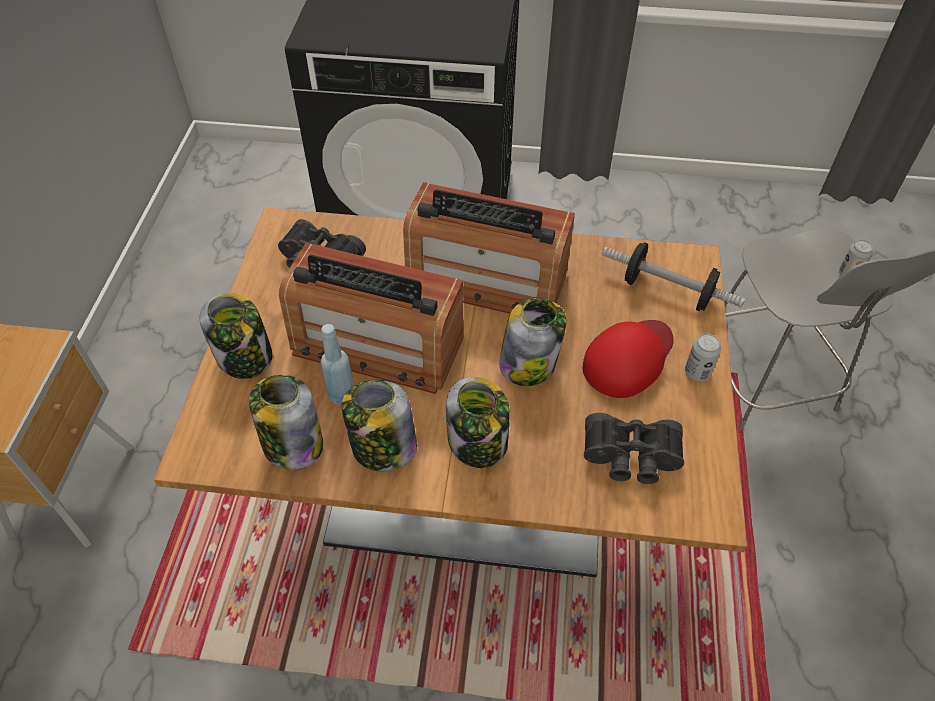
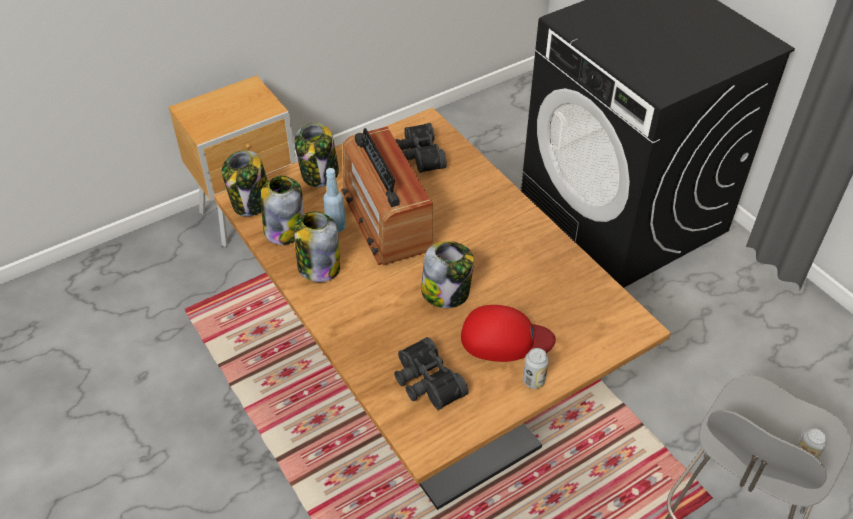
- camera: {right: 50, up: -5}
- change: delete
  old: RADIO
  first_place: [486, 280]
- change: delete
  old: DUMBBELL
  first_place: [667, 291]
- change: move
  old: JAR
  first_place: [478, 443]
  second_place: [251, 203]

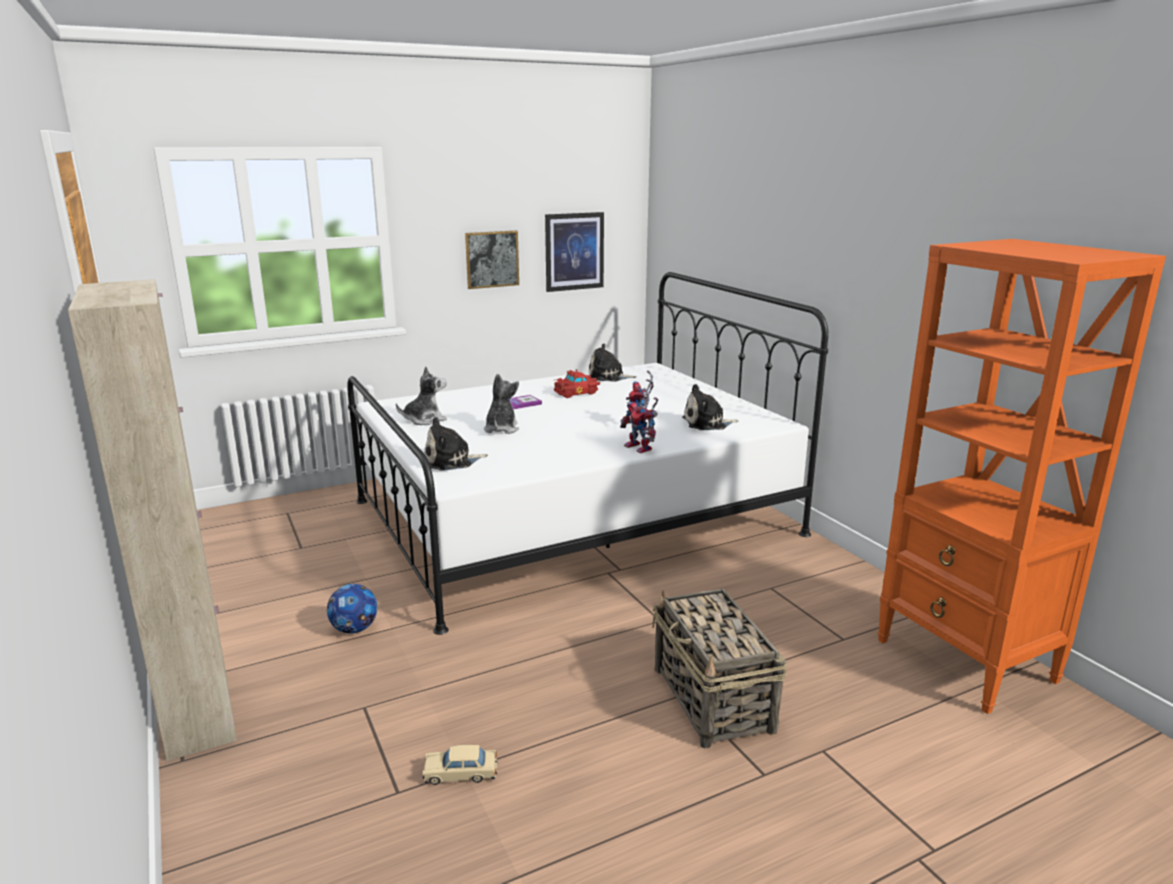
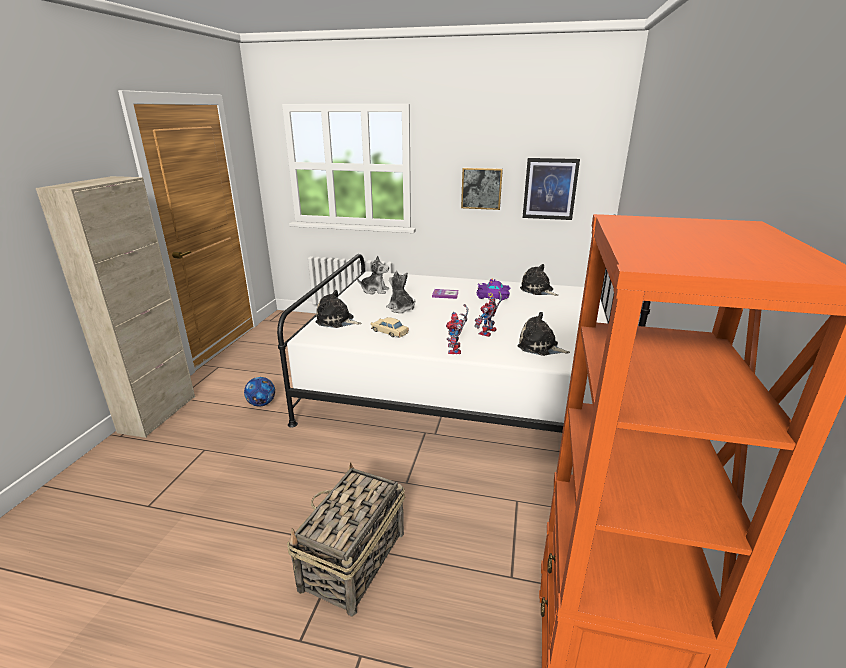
- camera: {right: 40, up: 5}
- change: move
  old: BEIGE TOY CAR
  first_place: [460, 773]
  second_place: [389, 332]
- change: recolor
  old: RED TOY CAR
  new: PURPLE TOY CAR
  first_place: [577, 393]
  second_place: [493, 296]
- change: rotate
  old: PLUSH TOY
  first_place: [501, 429]
  second_place: [401, 309]
  degrees: -90

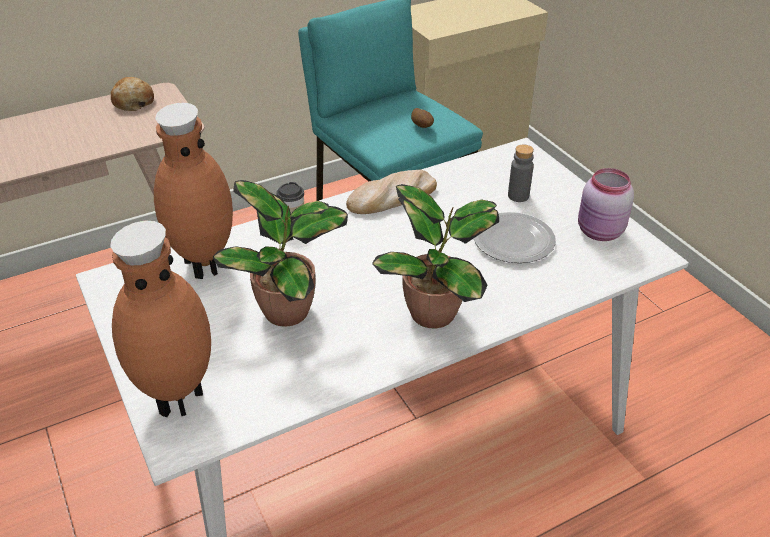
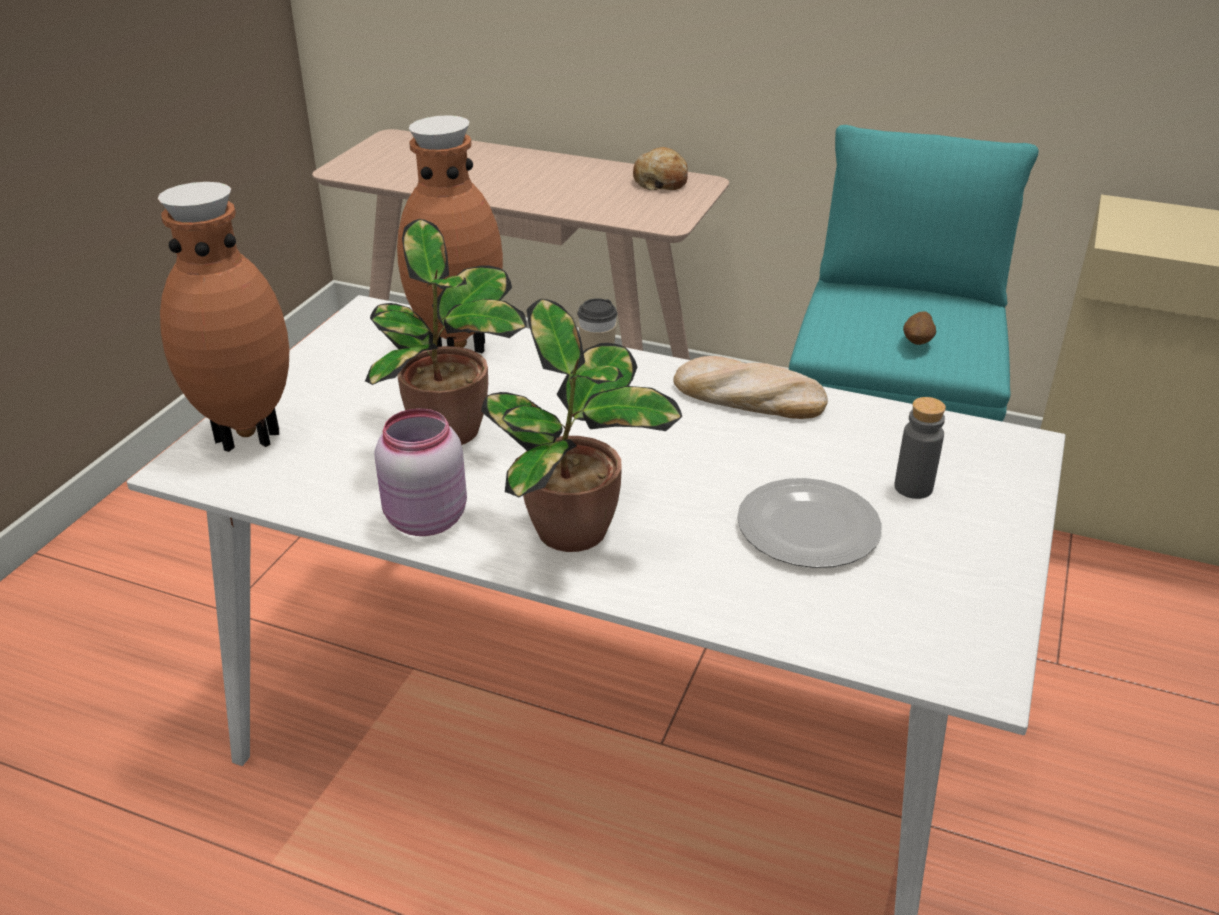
- camera: {right: 50, up: -5}
- change: move
  old: PINK JAR
  first_place: [599, 232]
  second_place: [423, 519]

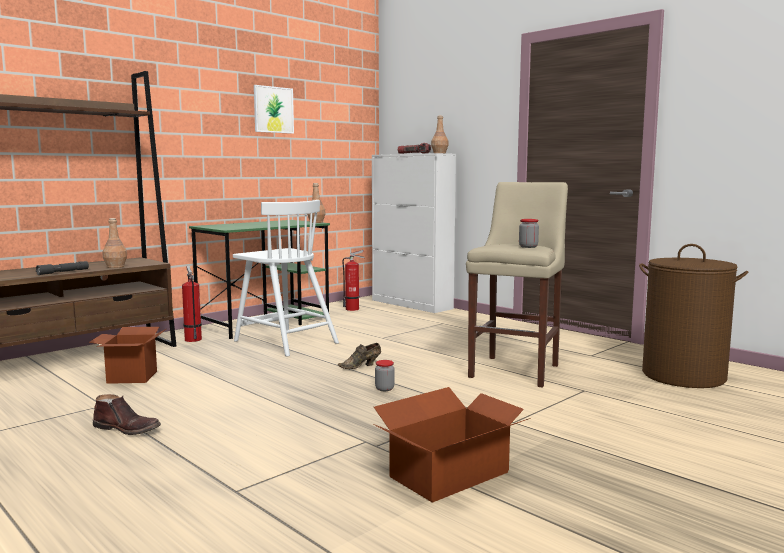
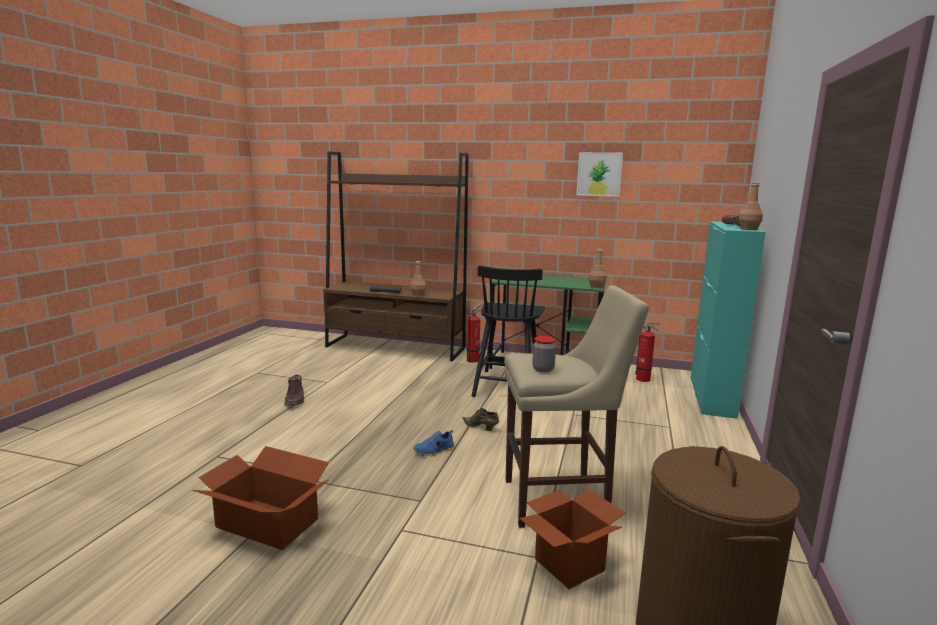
- camera: {right: 60, up: 5}
- change: move
  old: CARDBOARD BOX
  first_place: [132, 377]
  second_place: [569, 565]
- change: replace
  old: JAR
  new: BLUE SHOE
  first_place: [384, 389]
  second_place: [434, 451]
- change: recolor
  old: WHITE CHAIR
  new: BLACK CHAIR
  first_place: [285, 342]
  second_place: [507, 385]
- change: recolor
  old: WHITE CABINET
  new: TURQUOISE CABINET
  first_place: [411, 304]
  second_place: [711, 396]

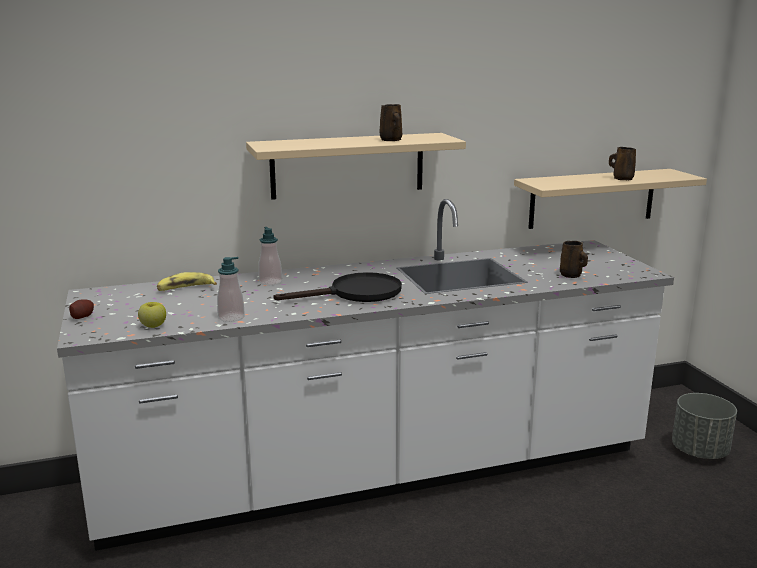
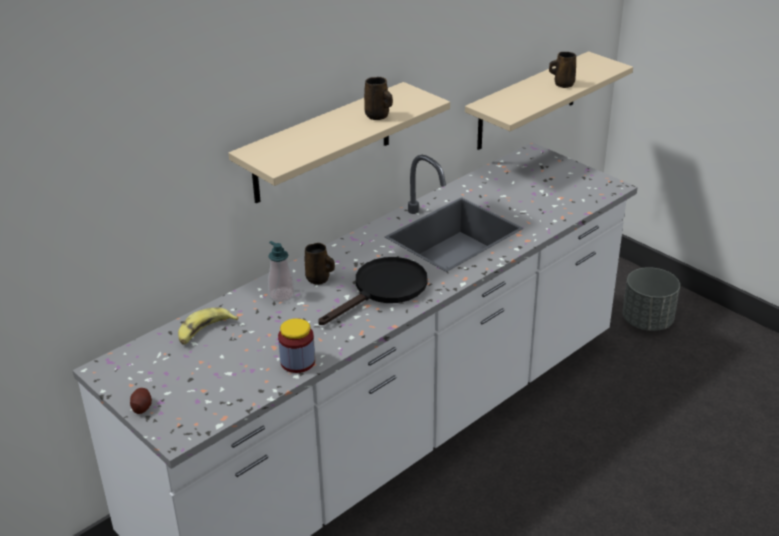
- camera: {right: -25, up: 15}
- change: delete
  old: APPLE
  first_place: [153, 326]
- change: move
  old: BROWN MUG
  first_place: [571, 275]
  second_place: [319, 279]
- change: replace
  old: SOAP DISPENSER
  new: JAR
  first_place: [231, 317]
  second_place: [298, 362]

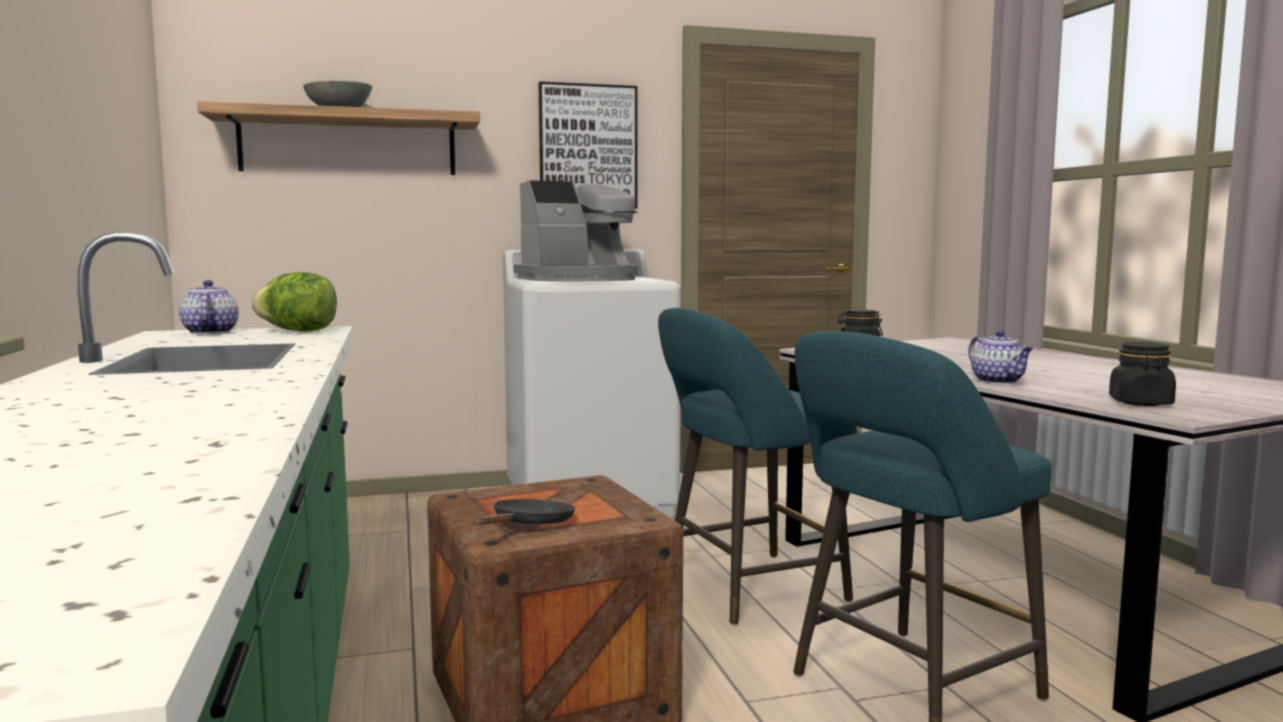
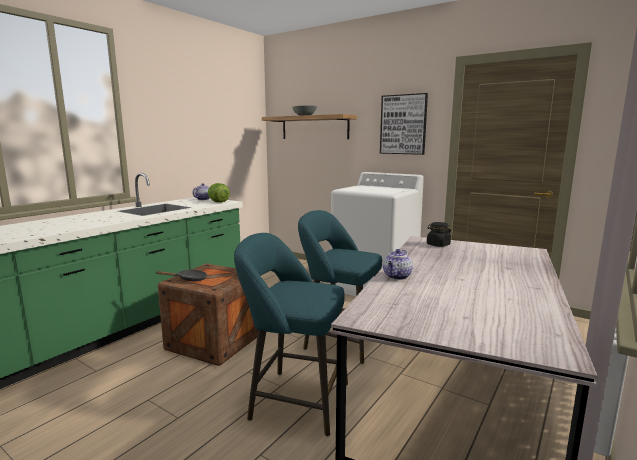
- camera: {right: 50, up: 5}
- change: delete
  old: COFFEE MACHINE
  first_place: [580, 279]
- change: delete
  old: BLACK JAR
  first_place: [1140, 403]

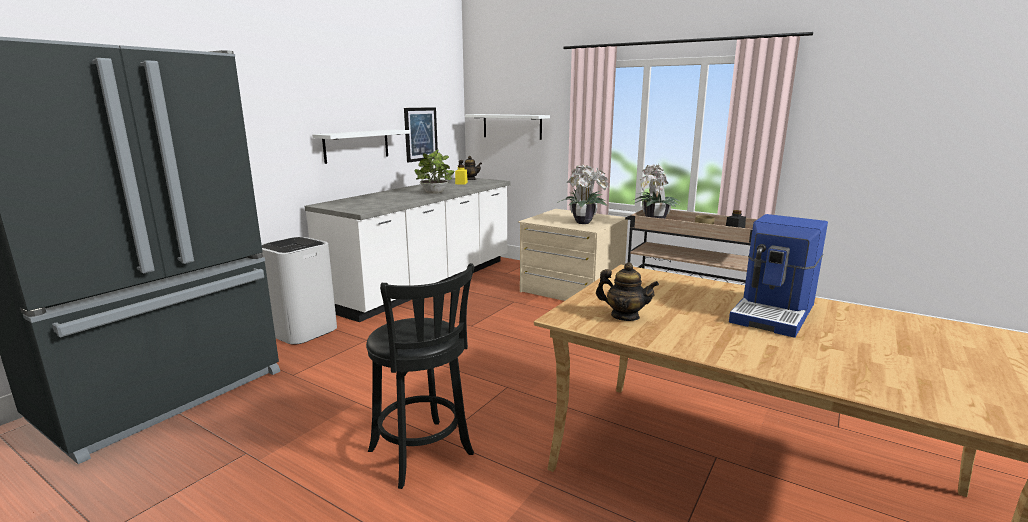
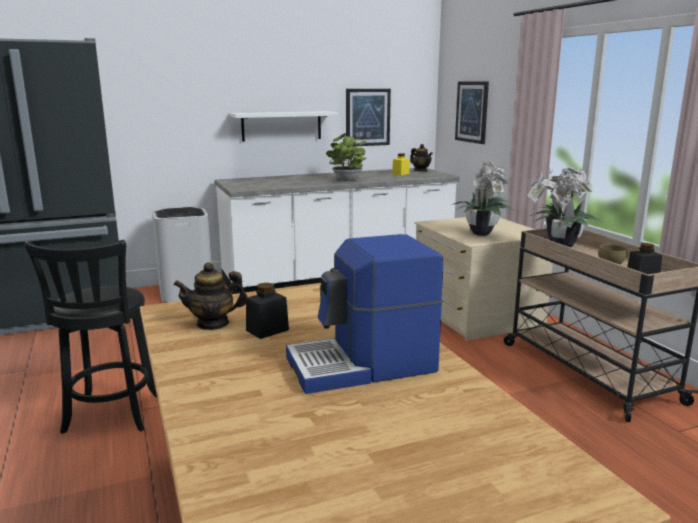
- camera: {right: 35, up: 0}
- change: insert
  new: BLACK JAR
  second_place: [267, 330]
- change: replace
  old: WHITE SHELF
  new: PICTURE
  first_place: [512, 126]
  second_place: [472, 112]
- change: rotate
  old: TEAPOT
  first_place: [625, 316]
  second_place: [213, 323]
  degrees: 105

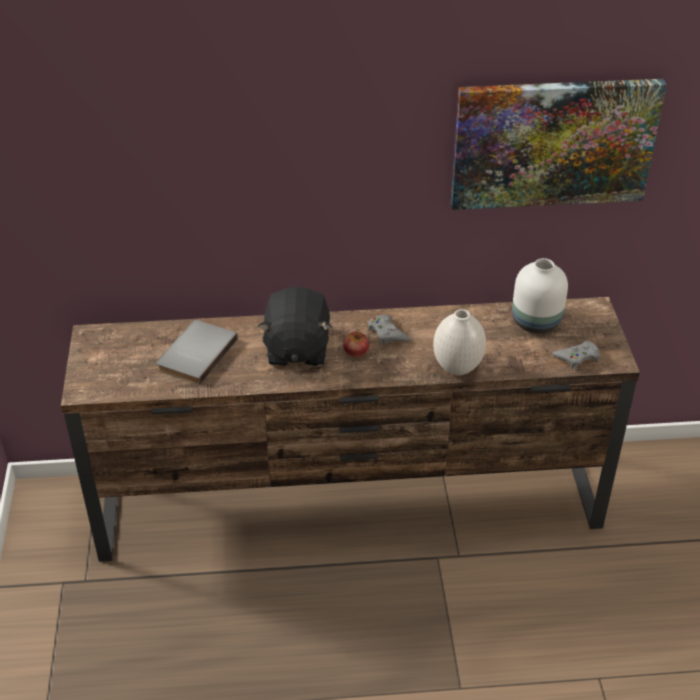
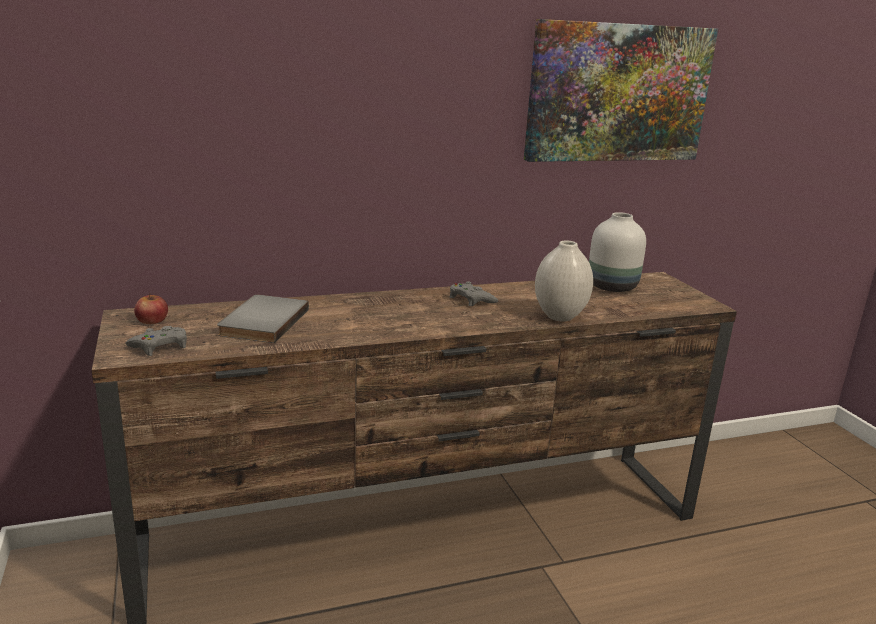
- camera: {right: -15, up: -20}
- change: delete
  old: BLACK PLUSH TOY
  first_place: [296, 349]
- change: move
  old: APPLE
  first_place: [356, 351]
  second_place: [152, 320]
- change: move
  old: GREY GAME CONTROLLER
  first_place: [577, 358]
  second_place: [160, 346]

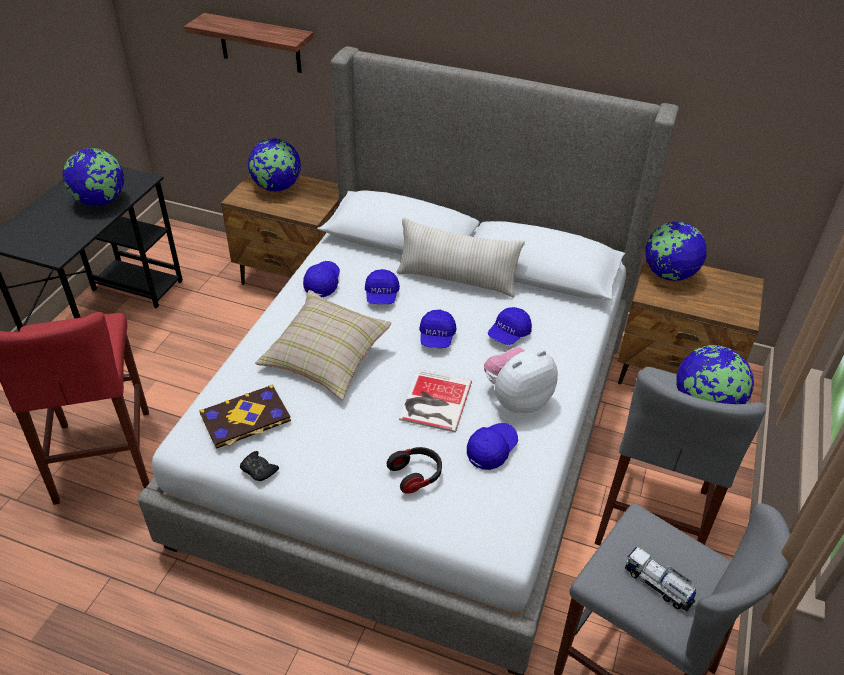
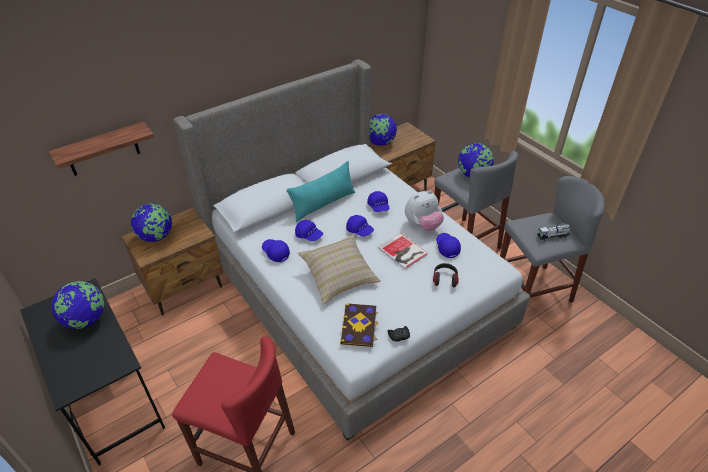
- camera: {right: -55, up: 0}
- change: recolor
  old: BEIGE PILLOW
  new: TURQUOISE PILLOW
  first_place: [457, 279]
  second_place: [323, 204]
- change: rotate
  old: PLUSH TOY
  first_place: [516, 399]
  second_place: [422, 225]
  degrees: -120

